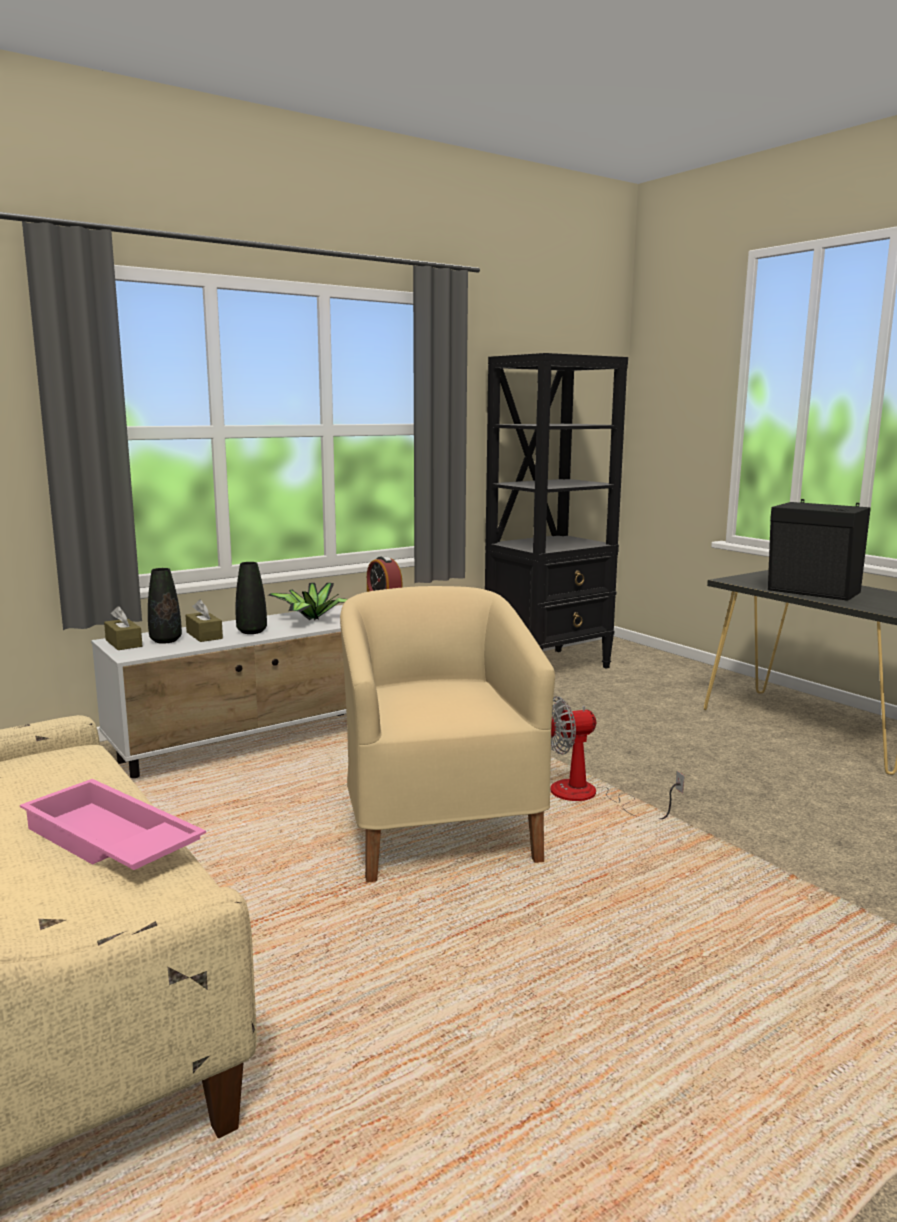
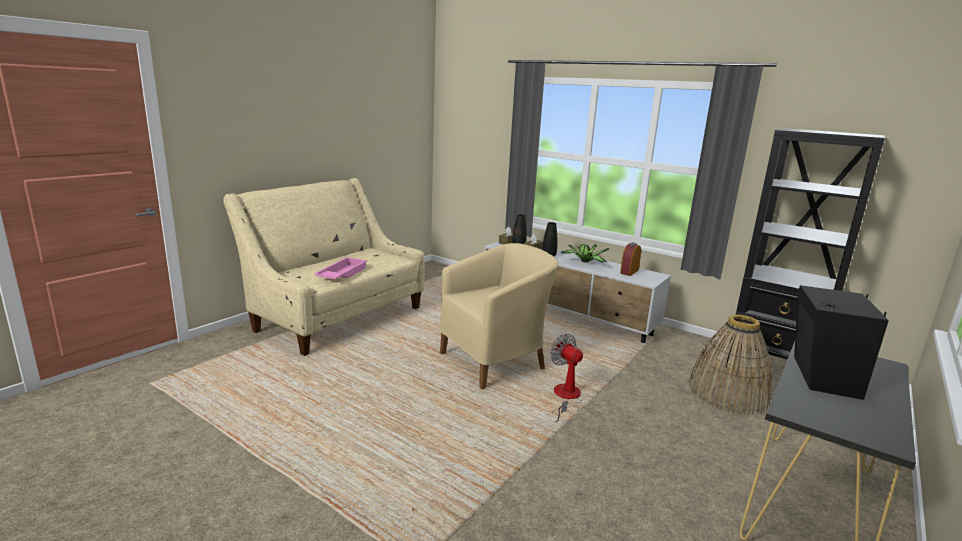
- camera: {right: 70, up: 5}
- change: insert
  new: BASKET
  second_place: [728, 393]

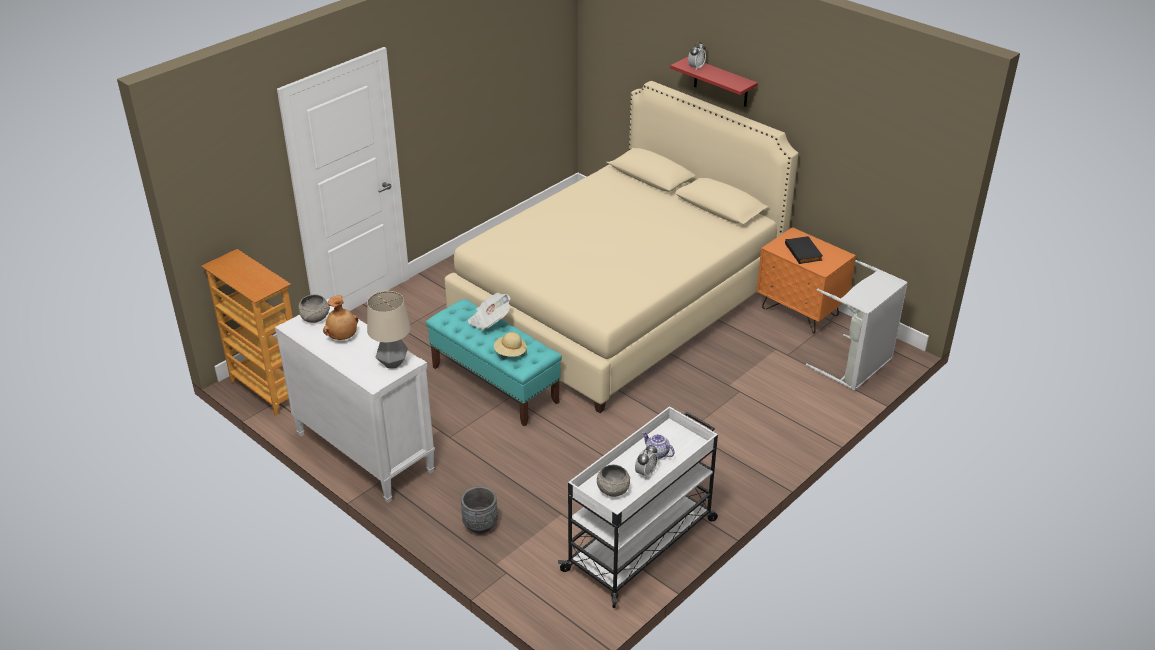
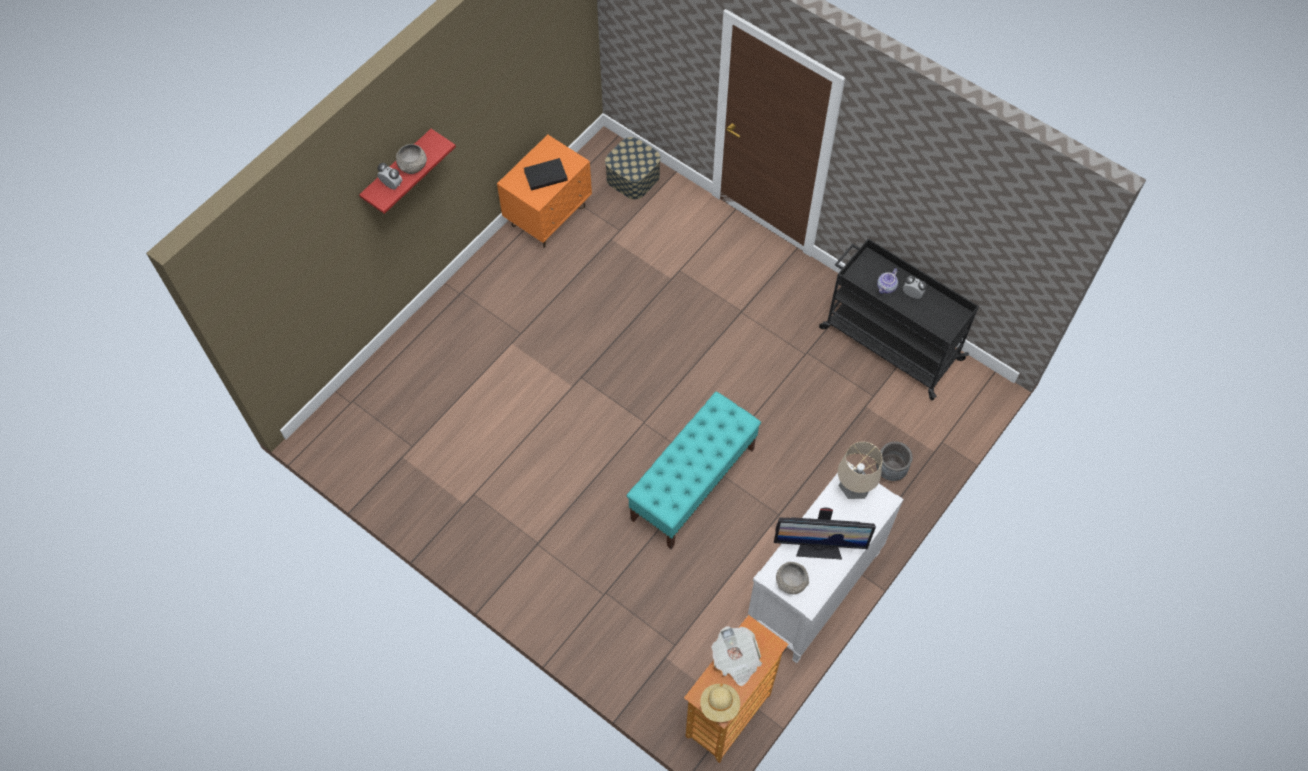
- camera: {right: -95, up: 25}
- change: delete
  old: BEIGE BED
  first_place: [618, 304]
- change: move
  old: NEWSPAPER
  first_place: [489, 320]
  second_place: [736, 660]
- change: move
  old: BEIGE HAT
  first_place: [510, 353]
  second_place: [720, 705]
- change: move
  old: GREY BOWL
  first_place: [612, 490]
  second_place: [412, 167]
- change: replace
  old: BROWN VASE
  new: MONITOR
  first_place: [343, 337]
  second_place: [819, 546]
- change: replace
  old: GREY LAUNDRY BASKET
  new: STORAGE BOX
  first_place: [857, 367]
  second_place: [633, 177]
- change: recolor
  old: WHITE CART
  new: BLACK CART
  first_place: [642, 544]
  second_place: [889, 343]

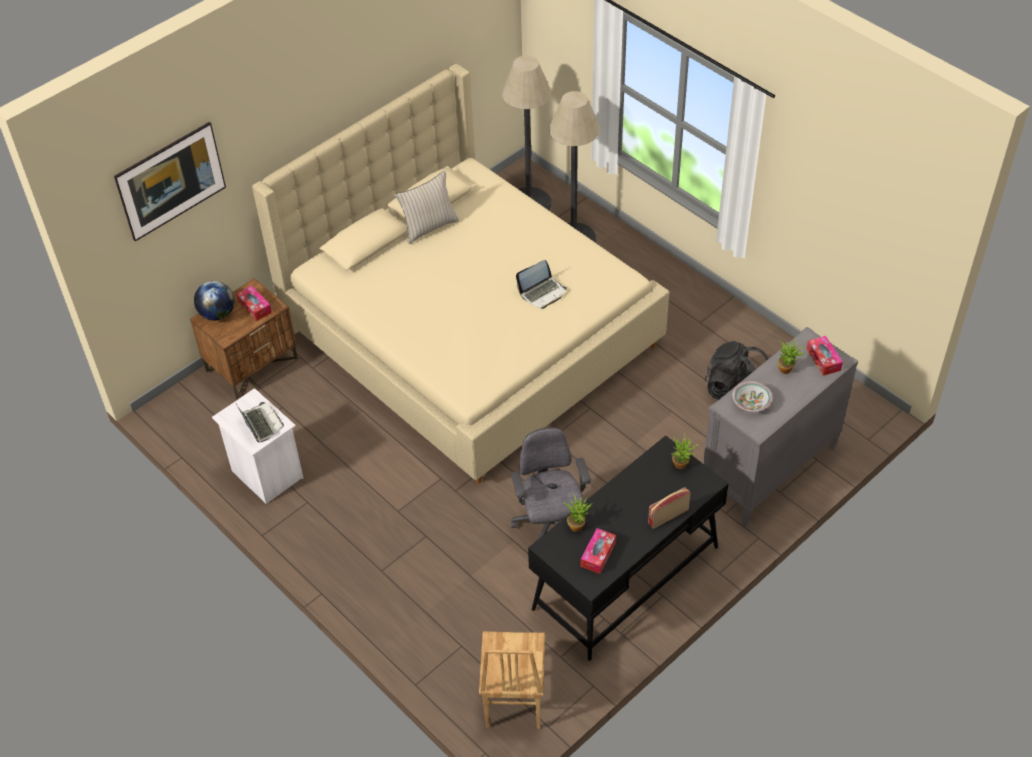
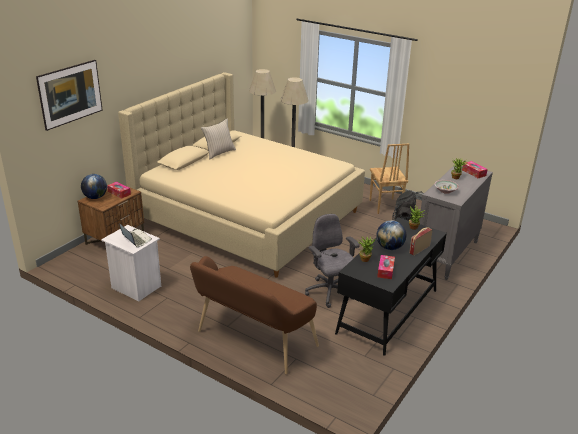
- camera: {right: -15, up: -20}
- change: delete
  old: LAPTOP
  first_place: [542, 292]
- change: insert
  new: BROWN BENCH
  second_place: [252, 341]
- change: insert
  new: GLOBE
  second_place: [389, 247]
- change: move
  old: BROWN CHAIR
  first_place: [512, 701]
  second_place: [384, 206]

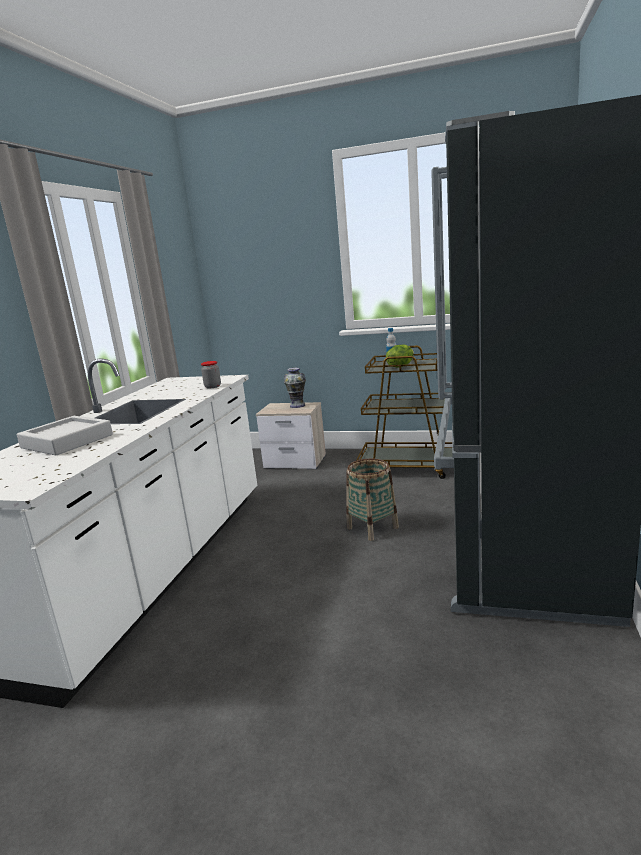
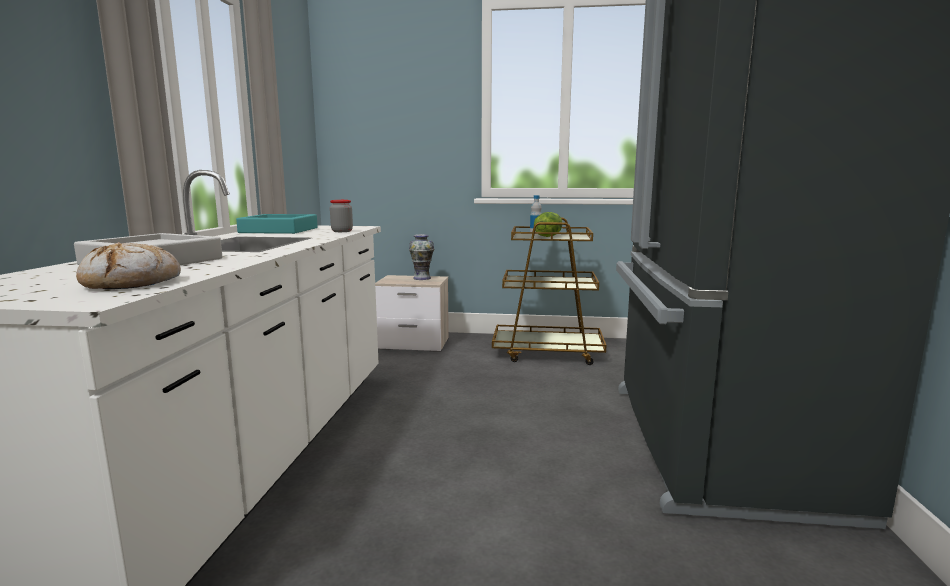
- camera: {right: -10, up: -5}
- change: delete
  old: BASKET
  first_place: [372, 528]
- change: insert
  new: BREAD
  second_place: [132, 283]
- change: insert
  new: TURQUOISE TRAY
  second_place: [279, 230]

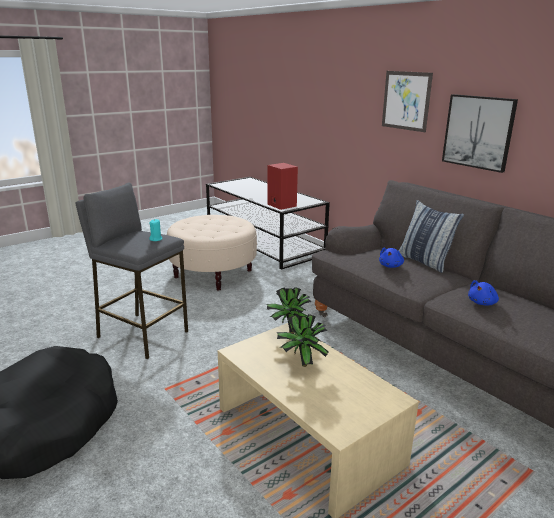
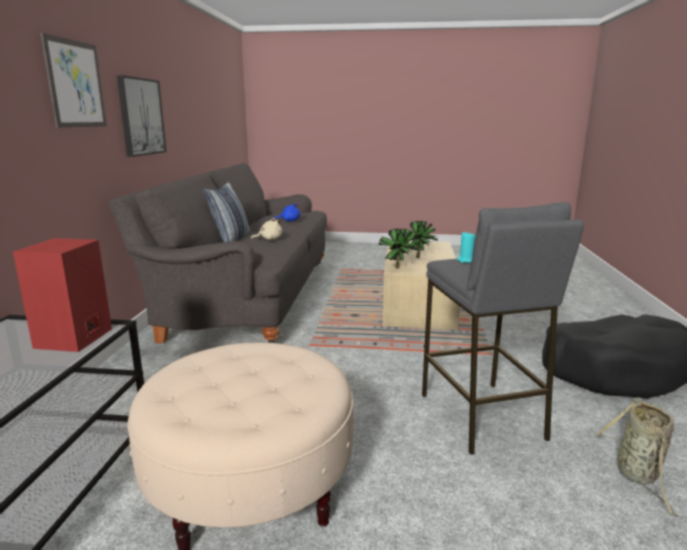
- camera: {right: -135, up: -5}
- change: insert
  new: BASKET
  second_place: [638, 476]
- change: recolor
  old: BLUE PLUSH TOY
  new: BEIGE PLUSH TOY
  first_place: [391, 266]
  second_place: [269, 239]

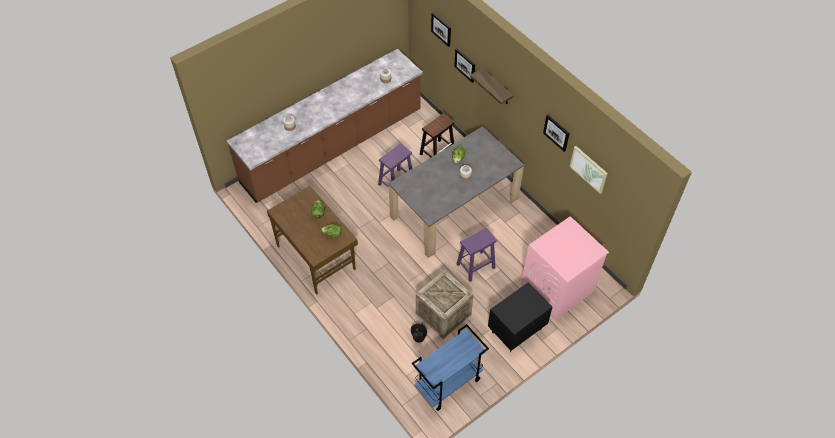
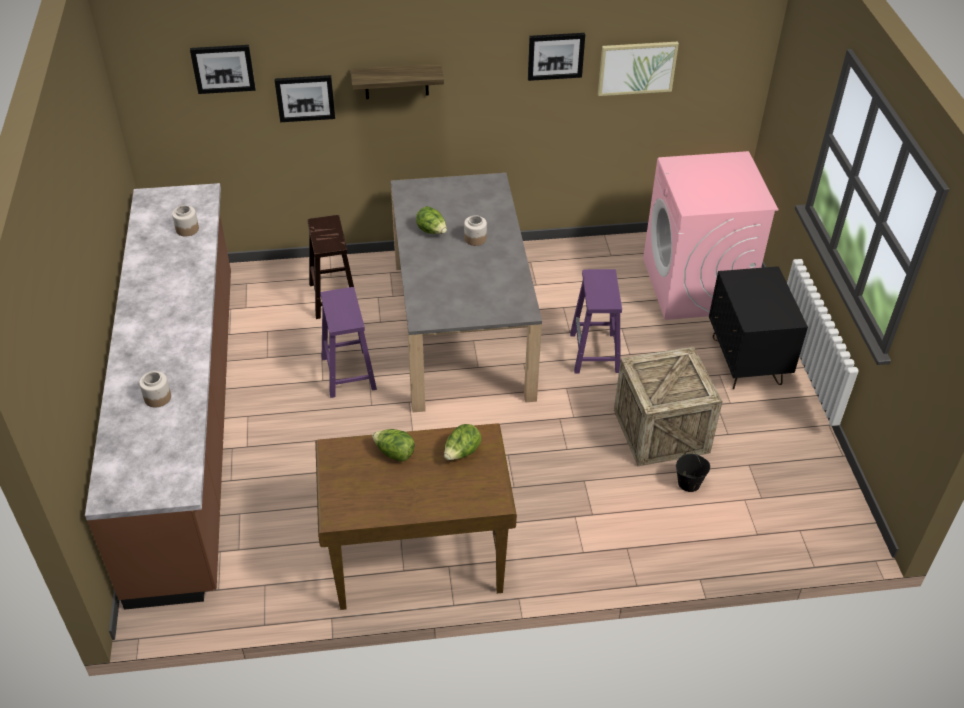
- camera: {right: -60, up: -10}
- change: delete
  old: BLUE CART
  first_place: [448, 384]

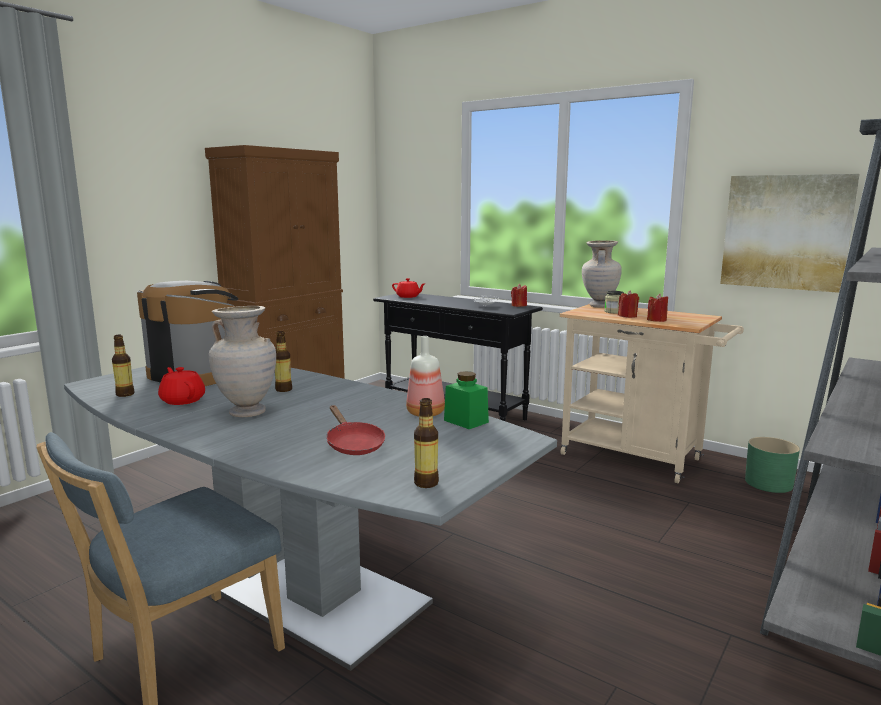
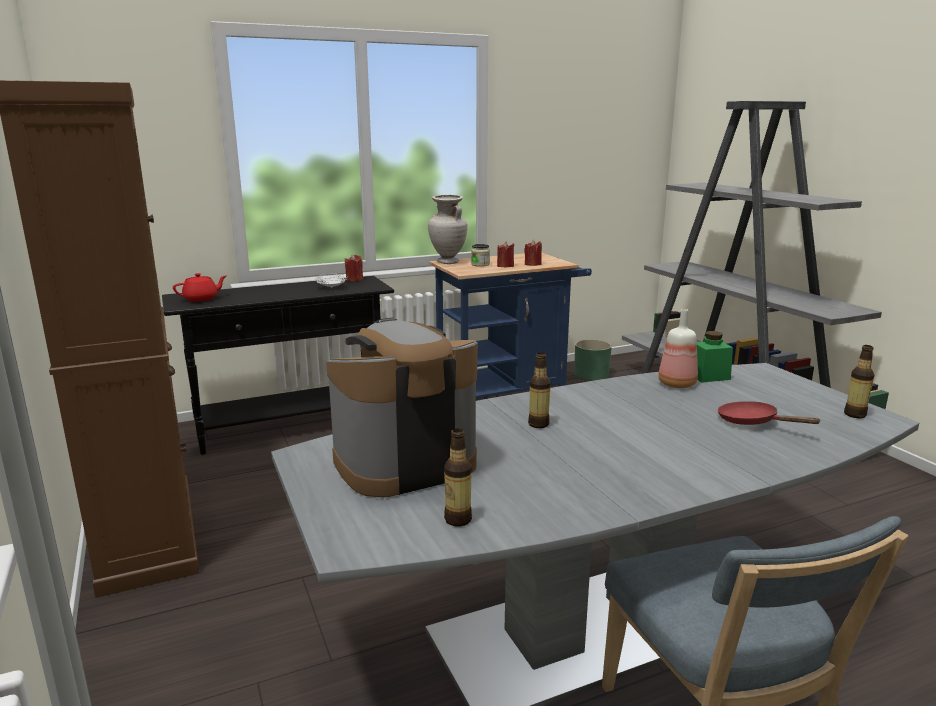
- camera: {right: -60, up: 5}
- change: delete
  old: RED TEAPOT
  first_place: [182, 400]
- change: delete
  old: BEIGE VASE
  first_place: [247, 413]
- change: delete
  old: PICTURE
  first_place: [786, 232]
- change: recolor
  old: BEIGE CART
  new: BLUE CART
  first_place: [639, 458]
  second_place: [508, 394]
- change: rotate
  old: RED FRYING PAN
  first_place: [353, 444]
  second_place: [753, 422]
  degrees: -135

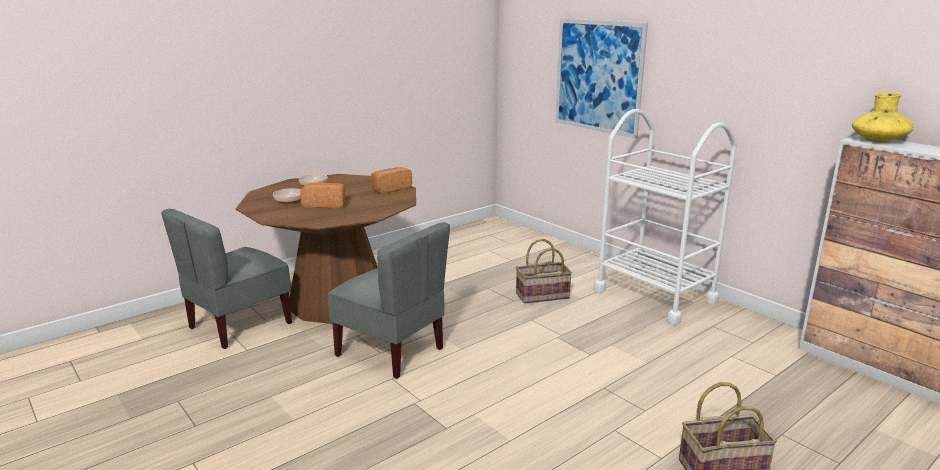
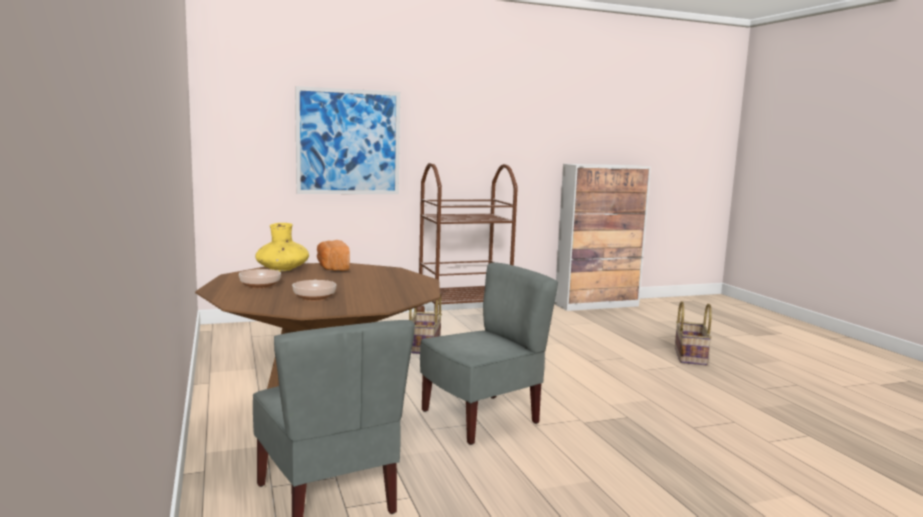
- camera: {right: -70, up: -10}
- change: delete
  old: BREAD
  first_place: [325, 204]
- change: move
  old: YELLOW VASE
  first_place: [878, 140]
  second_place: [282, 270]
- change: recolor
  old: WHITE CART
  new: BROWN CART
  first_place: [654, 296]
  second_place: [463, 319]

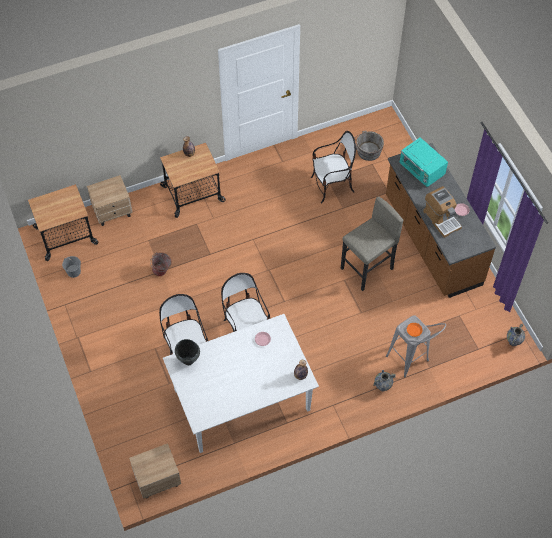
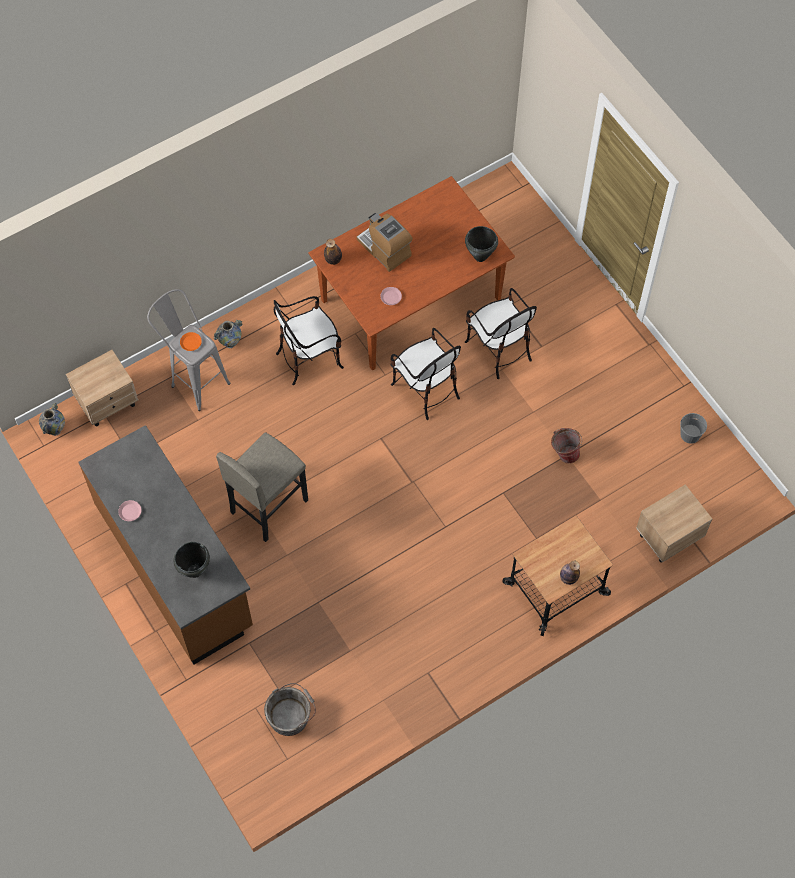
- camera: {right: 170, up: 5}
- change: delete
  old: CART
  first_place: [66, 235]
- change: move
  old: BEIGE NIGHTSTAND
  first_place: [157, 480]
  second_place: [108, 402]
- change: move
  old: CHAIR
  first_place: [332, 186]
  second_place: [309, 358]
- change: move
  old: COFFEE MACHINE
  first_place: [441, 219]
  second_place: [384, 248]
- change: replace
  old: TURQUOISE MICROWAVE
  new: BLACK COOKING POT
  first_place: [421, 171]
  second_place: [194, 571]
- change: recolor
  old: WHITE DINING TABLE
  new: BROWN DINING TABLE
  first_place: [242, 399]
  second_place: [410, 300]

